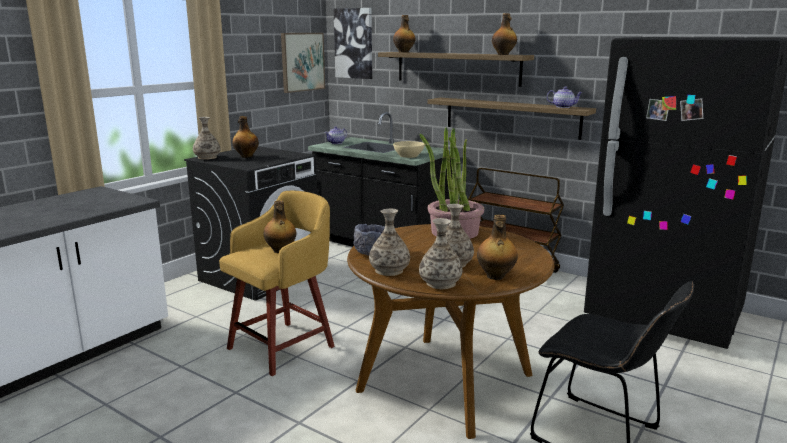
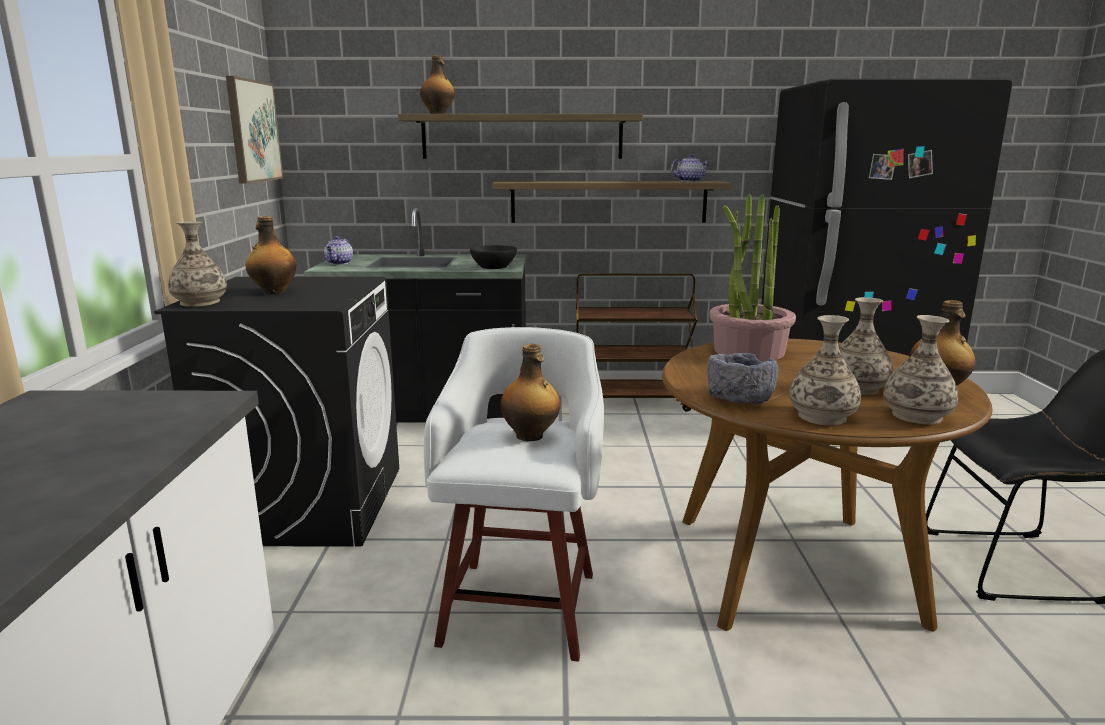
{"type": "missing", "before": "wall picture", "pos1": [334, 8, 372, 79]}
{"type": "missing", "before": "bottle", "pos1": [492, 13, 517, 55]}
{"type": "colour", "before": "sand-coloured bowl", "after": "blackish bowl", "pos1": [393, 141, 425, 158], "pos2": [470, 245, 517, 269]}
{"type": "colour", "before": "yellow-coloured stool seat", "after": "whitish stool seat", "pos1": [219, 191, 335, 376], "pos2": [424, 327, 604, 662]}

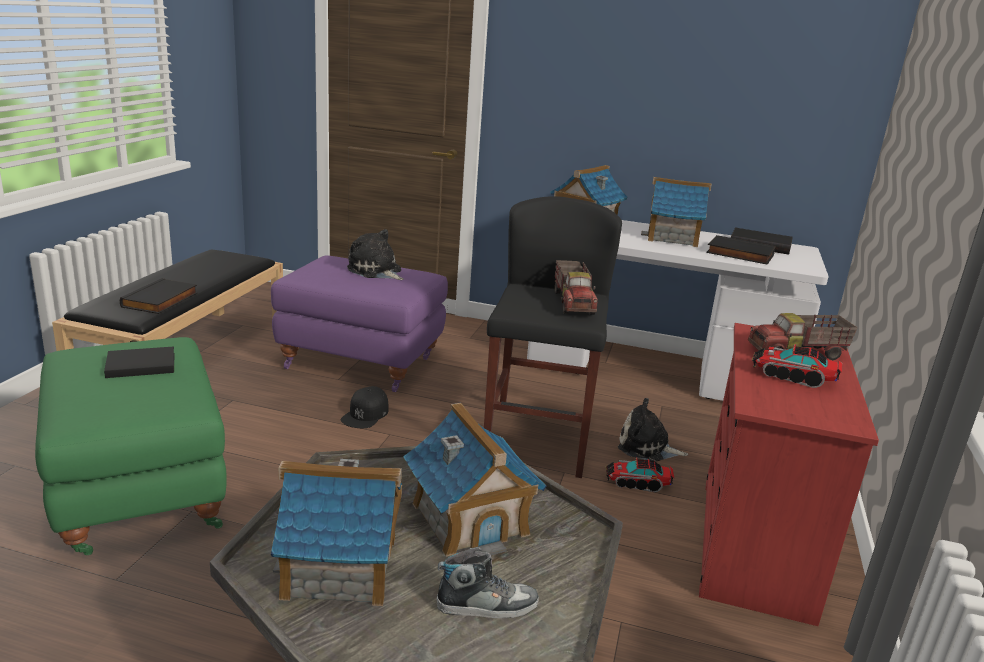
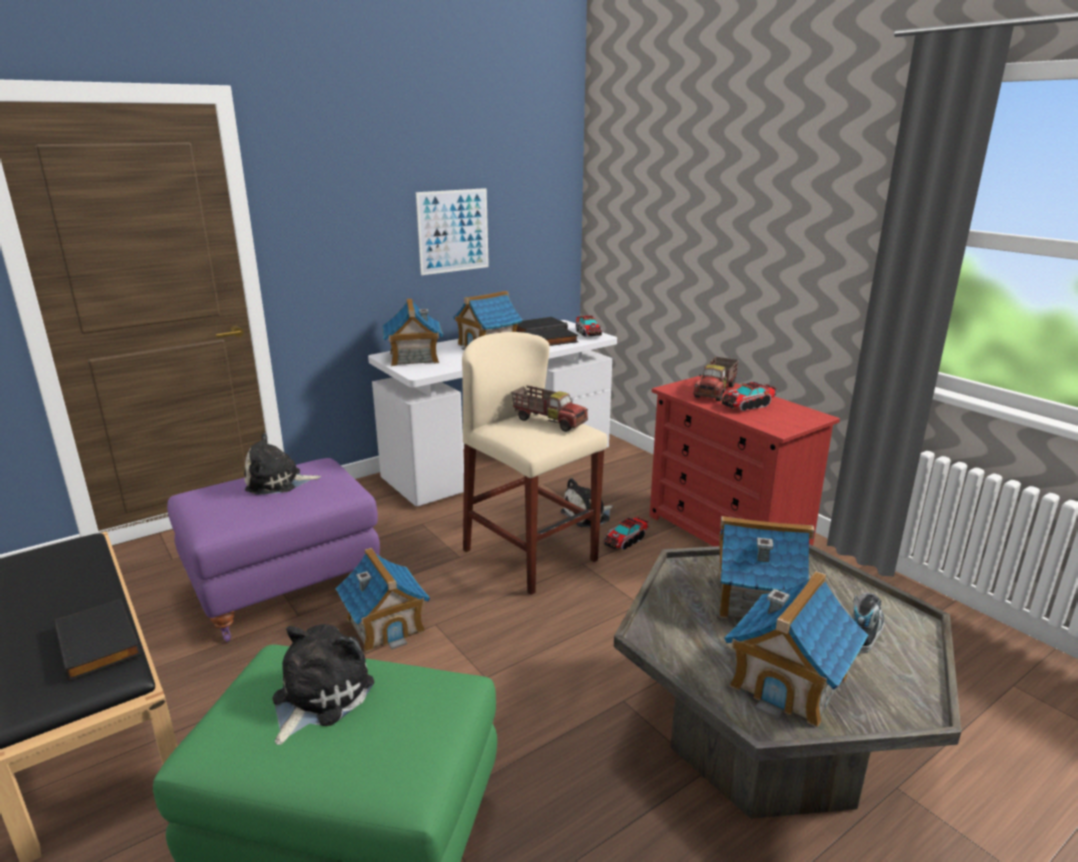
{"type": "colour", "before": "blackish stool seat", "after": "sand-coloured stool seat", "pos1": [484, 196, 622, 478], "pos2": [462, 332, 608, 595]}
{"type": "exchanged", "before": "blackish bound book", "after": "plush toy", "pos1": [104, 346, 174, 378], "pos2": [273, 624, 374, 745]}
{"type": "exchanged", "before": "blackish peaked cap", "after": "model house", "pos1": [341, 386, 388, 428], "pos2": [335, 548, 430, 652]}
{"type": "appeared", "after": "wall picture", "pos2": [416, 188, 489, 275]}
{"type": "appeared", "after": "toy truck", "pos2": [576, 315, 602, 337]}

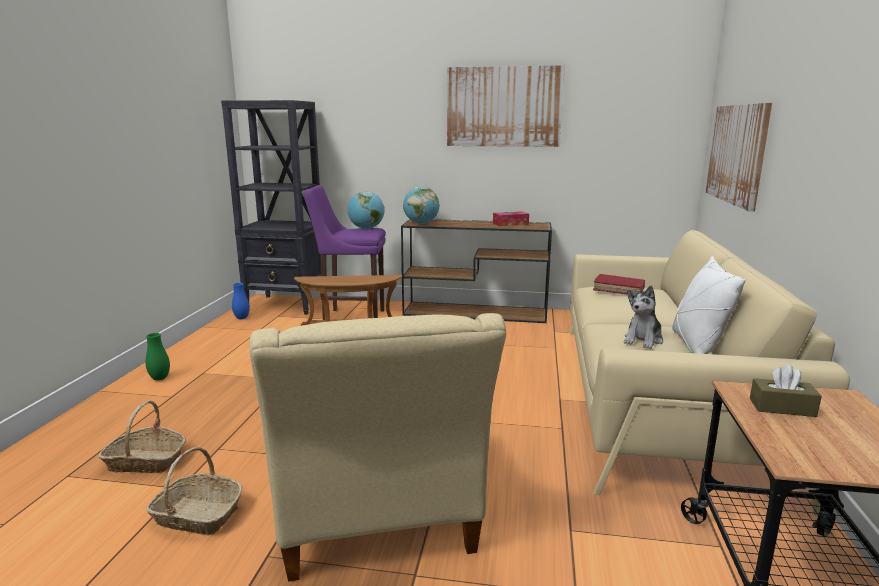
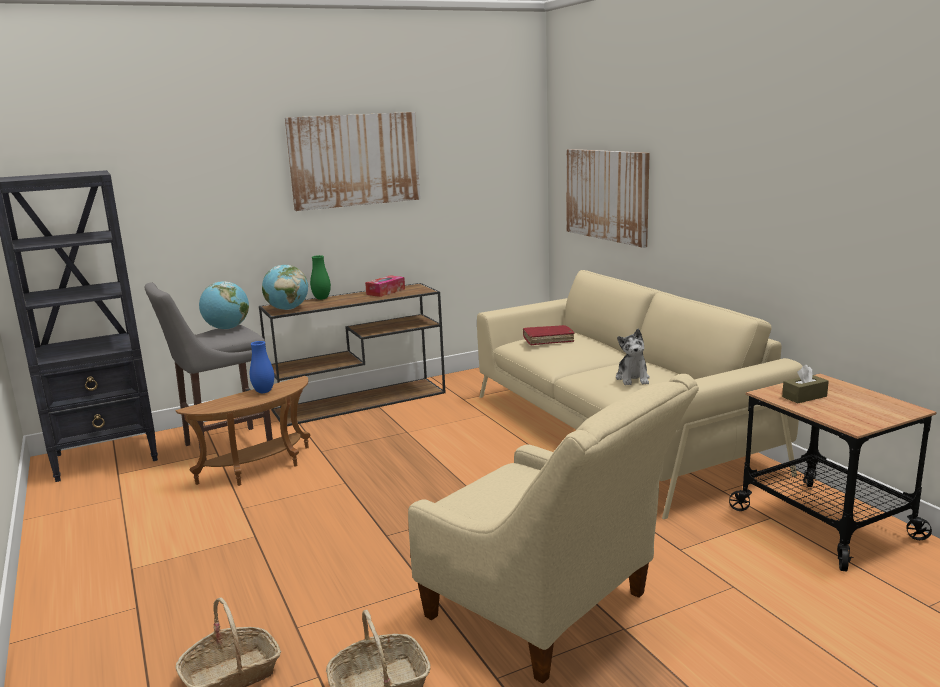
{"type": "colour", "before": "purplish stool seat", "after": "grey stool seat", "pos1": [303, 185, 386, 320], "pos2": [145, 283, 273, 467]}
{"type": "missing", "before": "whitish pillow", "pos1": [672, 256, 746, 354]}
{"type": "relocated", "before": "blue-coloured flower vase", "pos1": [232, 283, 250, 319], "pos2": [250, 341, 274, 393]}
{"type": "relocated", "before": "green flower vase", "pos1": [145, 333, 170, 380], "pos2": [310, 255, 331, 300]}

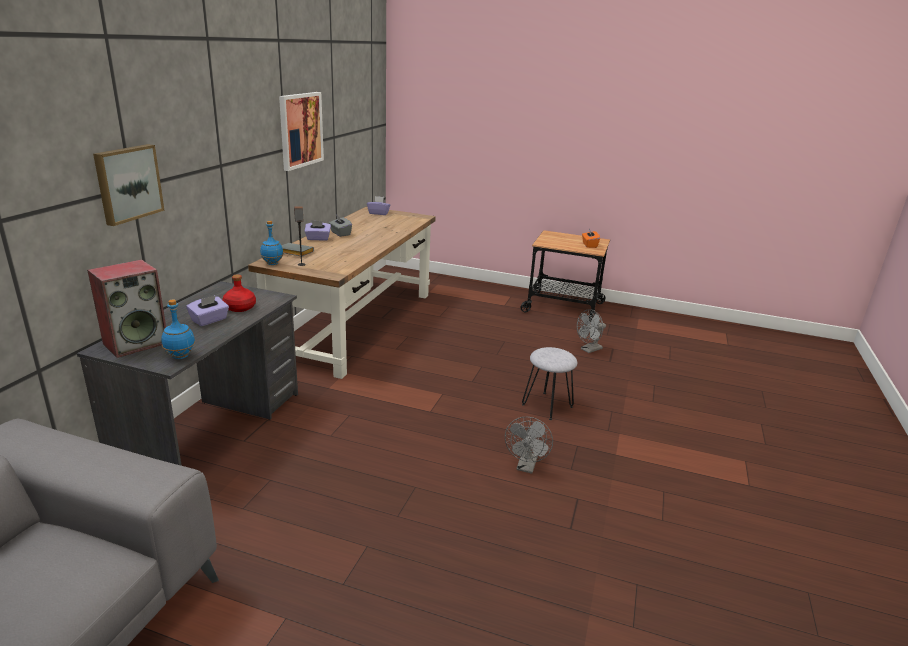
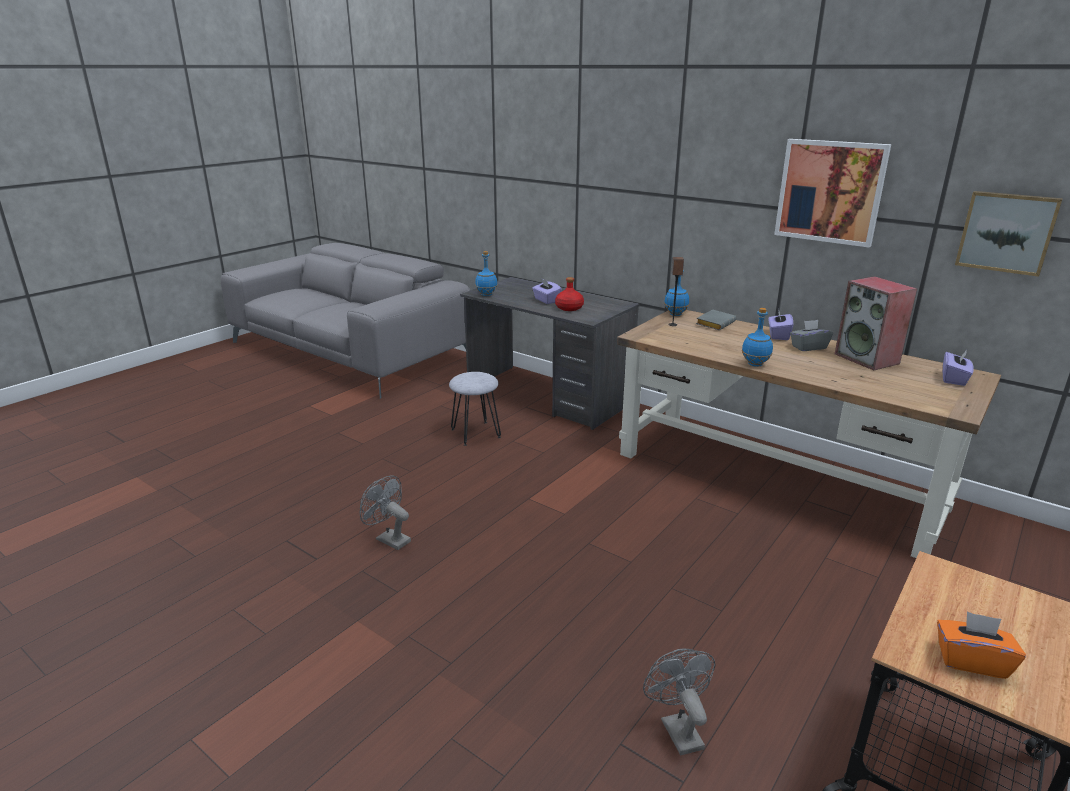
{"type": "relocated", "before": "wall picture", "pos1": [93, 144, 165, 226], "pos2": [955, 191, 1063, 277]}
{"type": "relocated", "before": "audio speaker", "pos1": [87, 259, 166, 358], "pos2": [835, 276, 917, 370]}
{"type": "relocated", "before": "grey stool seat", "pos1": [522, 347, 577, 420], "pos2": [449, 372, 501, 446]}
{"type": "appeared", "after": "blue-coloured bottle", "pos2": [742, 308, 773, 367]}

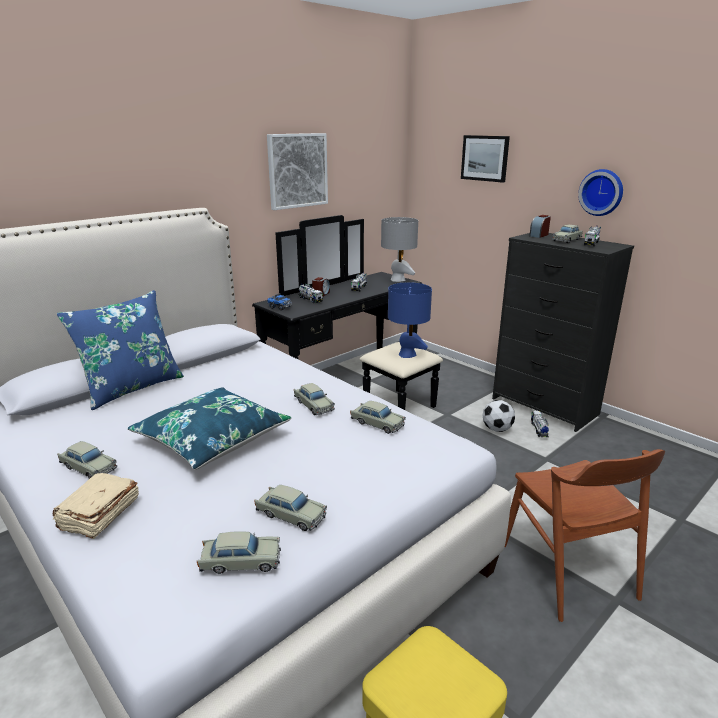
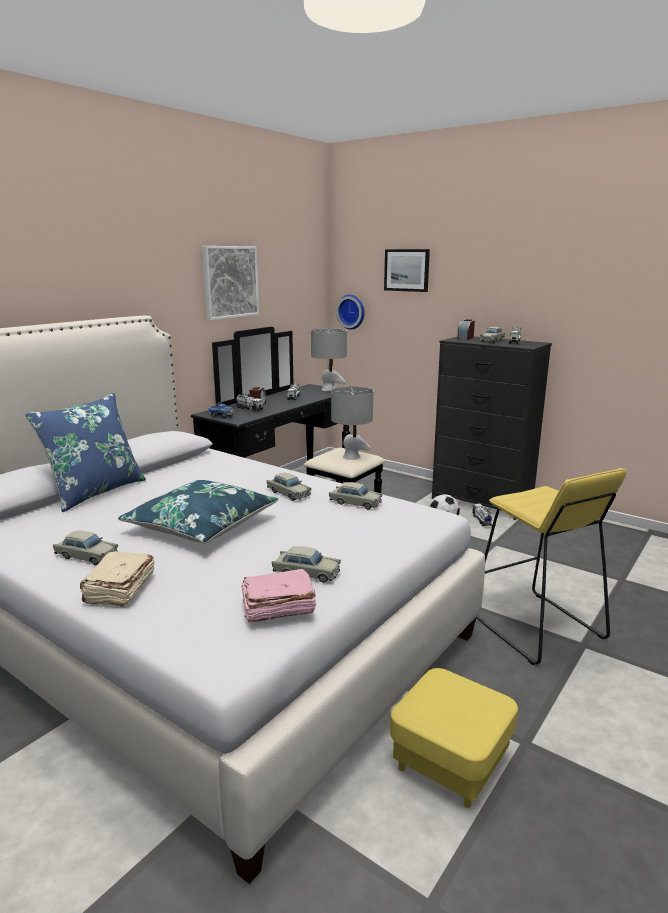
{"type": "relocated", "before": "clock on the wall", "pos1": [578, 169, 623, 216], "pos2": [336, 295, 365, 329]}
{"type": "colour", "before": "blue-coloured lamp for a table", "after": "grey lamp for a table", "pos1": [388, 282, 432, 358], "pos2": [331, 386, 373, 460]}
{"type": "exchanged", "before": "brown-coloured upright chair", "after": "yellow-coloured stool seat", "pos1": [505, 449, 665, 622], "pos2": [476, 468, 626, 665]}
{"type": "exchanged", "before": "sand-coloured toy car", "after": "pink-coloured bound book", "pos1": [197, 531, 281, 574], "pos2": [241, 569, 316, 623]}

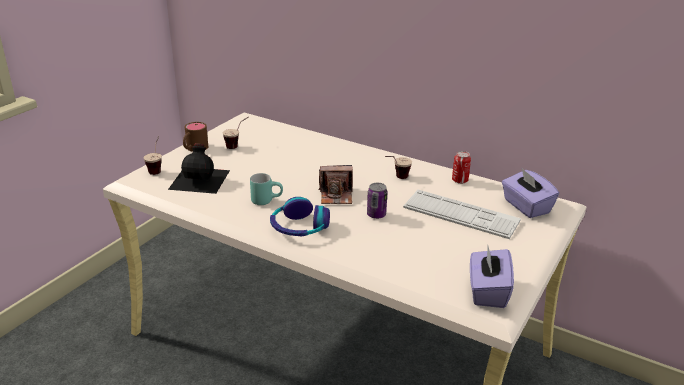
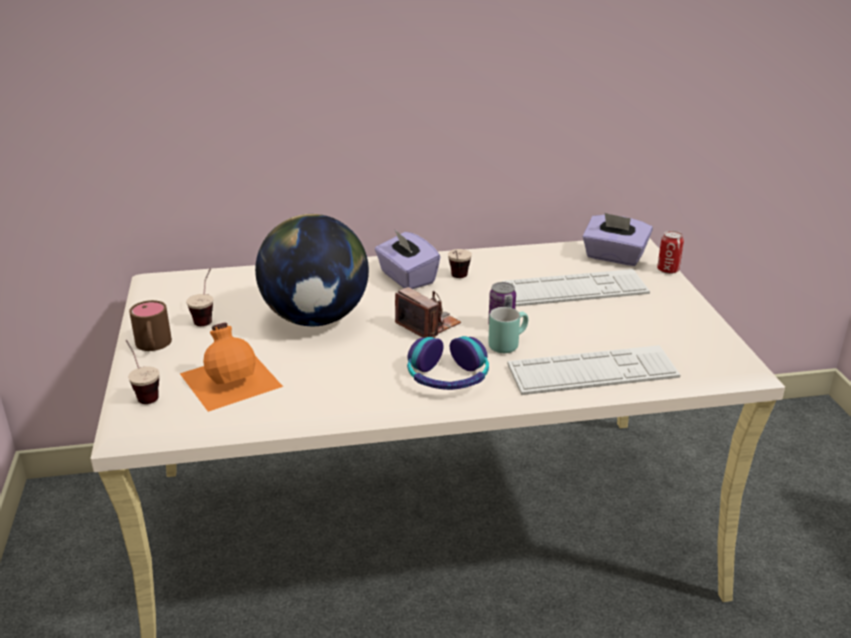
{"type": "colour", "before": "blackish bottle", "after": "orangey bottle", "pos1": [168, 143, 230, 194], "pos2": [180, 322, 283, 412]}
{"type": "relocated", "before": "can", "pos1": [452, 151, 471, 184], "pos2": [657, 231, 684, 274]}
{"type": "spun", "before": "still camera", "pos1": [319, 165, 353, 204], "pos2": [395, 287, 461, 338], "turn": -90}
{"type": "relocated", "before": "blue-green coffee mug", "pos1": [250, 173, 283, 205], "pos2": [488, 307, 528, 353]}
{"type": "relocated", "before": "purplish box of tissues", "pos1": [470, 247, 514, 308], "pos2": [375, 230, 440, 289]}
{"type": "appeared", "after": "globe", "pos2": [255, 214, 369, 326]}
{"type": "appeared", "after": "keyboard", "pos2": [507, 345, 680, 395]}

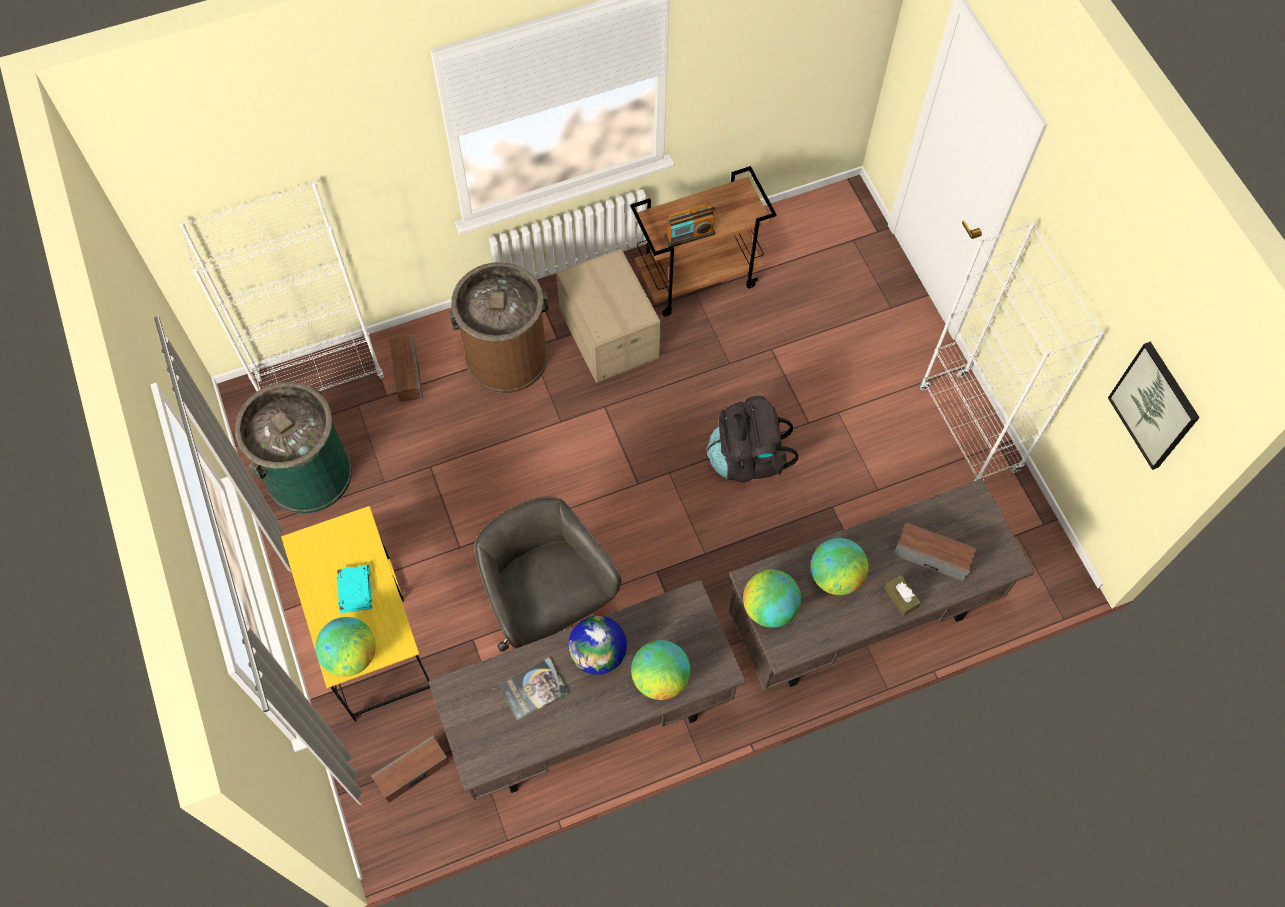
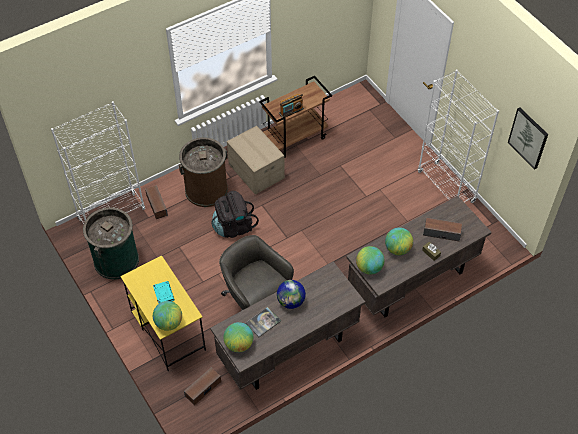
{"type": "relocated", "before": "blackish backpack", "pos1": [707, 396, 798, 482], "pos2": [212, 191, 259, 238]}
{"type": "relocated", "before": "globe", "pos1": [631, 640, 690, 700], "pos2": [224, 322, 253, 352]}

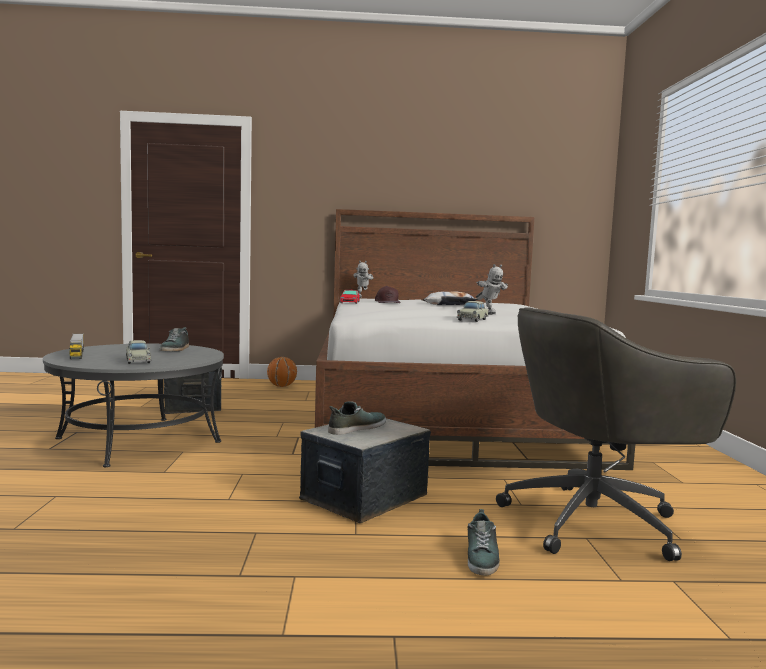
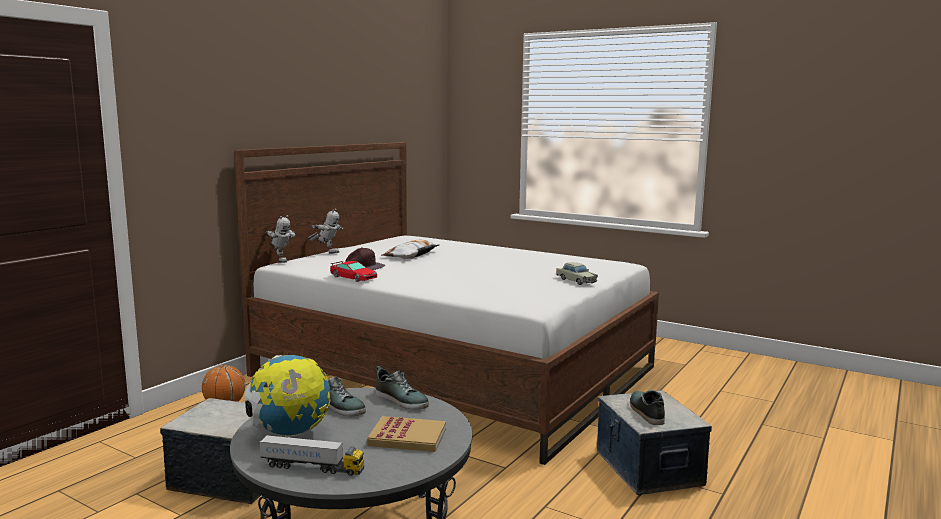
{"type": "relocated", "before": "robot figure", "pos1": [476, 264, 508, 315], "pos2": [308, 209, 343, 254]}
{"type": "missing", "before": "grey office chair", "pos1": [496, 307, 736, 561]}
{"type": "exchanged", "before": "sand-coloured toy car", "after": "bound book", "pos1": [126, 340, 151, 364], "pos2": [367, 416, 446, 452]}
{"type": "relocated", "before": "shoe", "pos1": [467, 509, 500, 575], "pos2": [375, 366, 429, 410]}
{"type": "appeared", "after": "globe", "pos2": [245, 355, 331, 437]}

